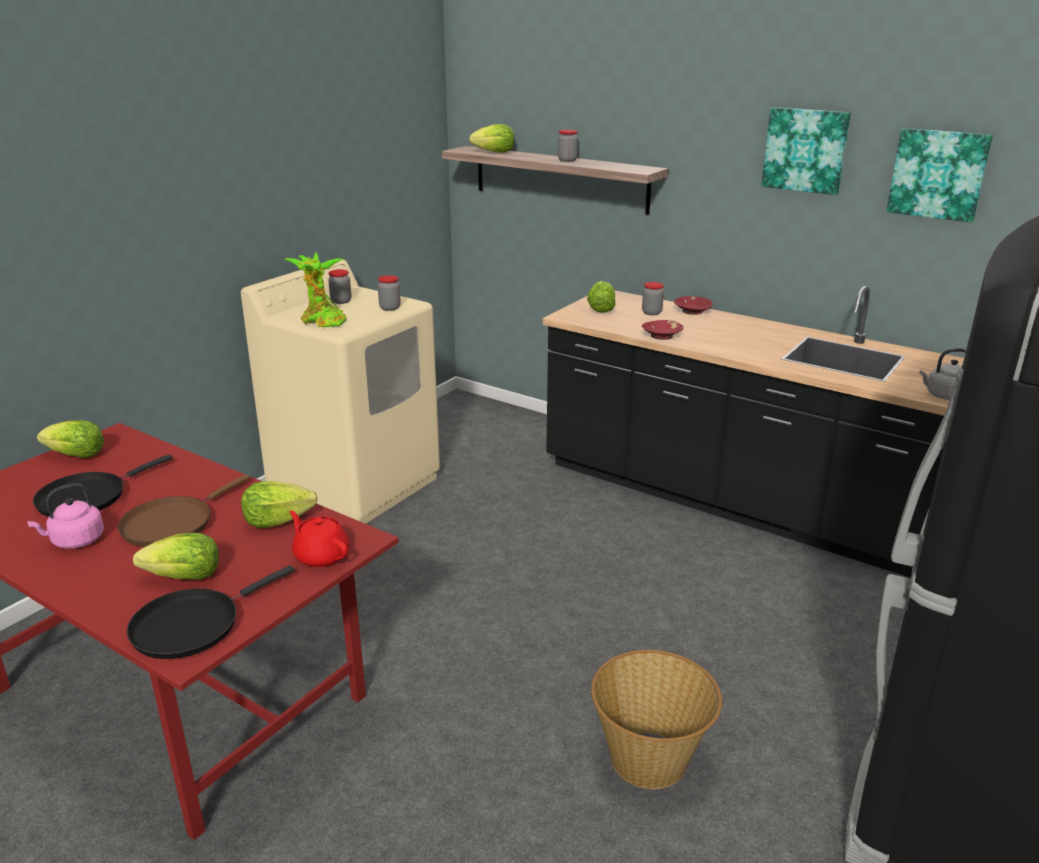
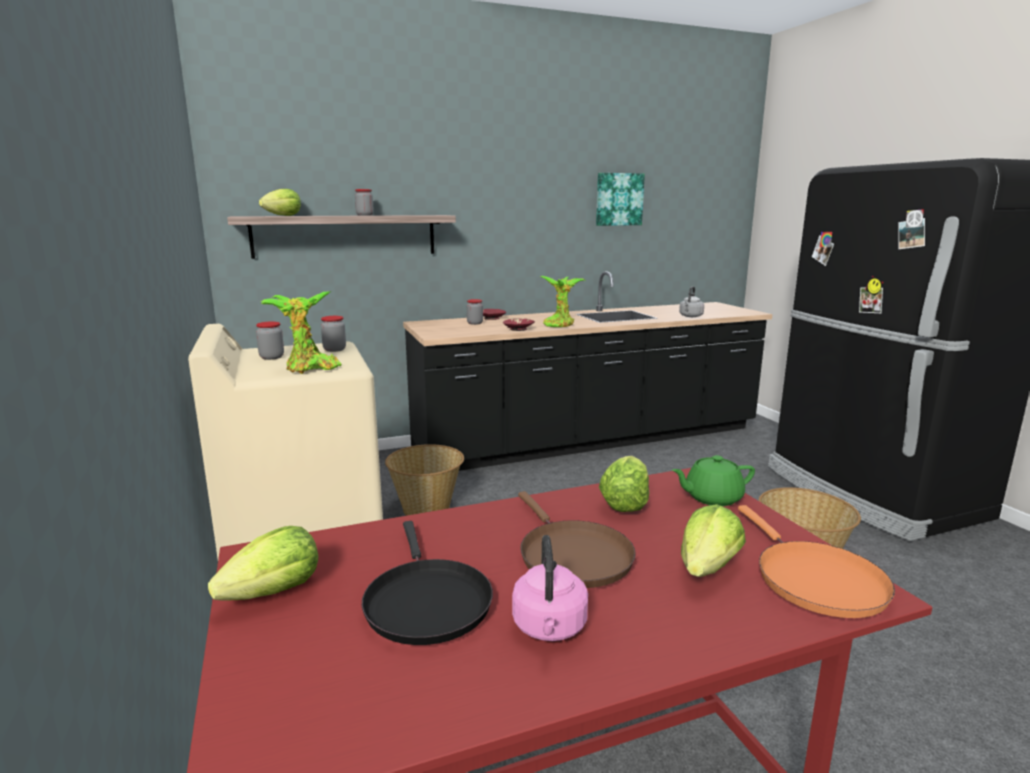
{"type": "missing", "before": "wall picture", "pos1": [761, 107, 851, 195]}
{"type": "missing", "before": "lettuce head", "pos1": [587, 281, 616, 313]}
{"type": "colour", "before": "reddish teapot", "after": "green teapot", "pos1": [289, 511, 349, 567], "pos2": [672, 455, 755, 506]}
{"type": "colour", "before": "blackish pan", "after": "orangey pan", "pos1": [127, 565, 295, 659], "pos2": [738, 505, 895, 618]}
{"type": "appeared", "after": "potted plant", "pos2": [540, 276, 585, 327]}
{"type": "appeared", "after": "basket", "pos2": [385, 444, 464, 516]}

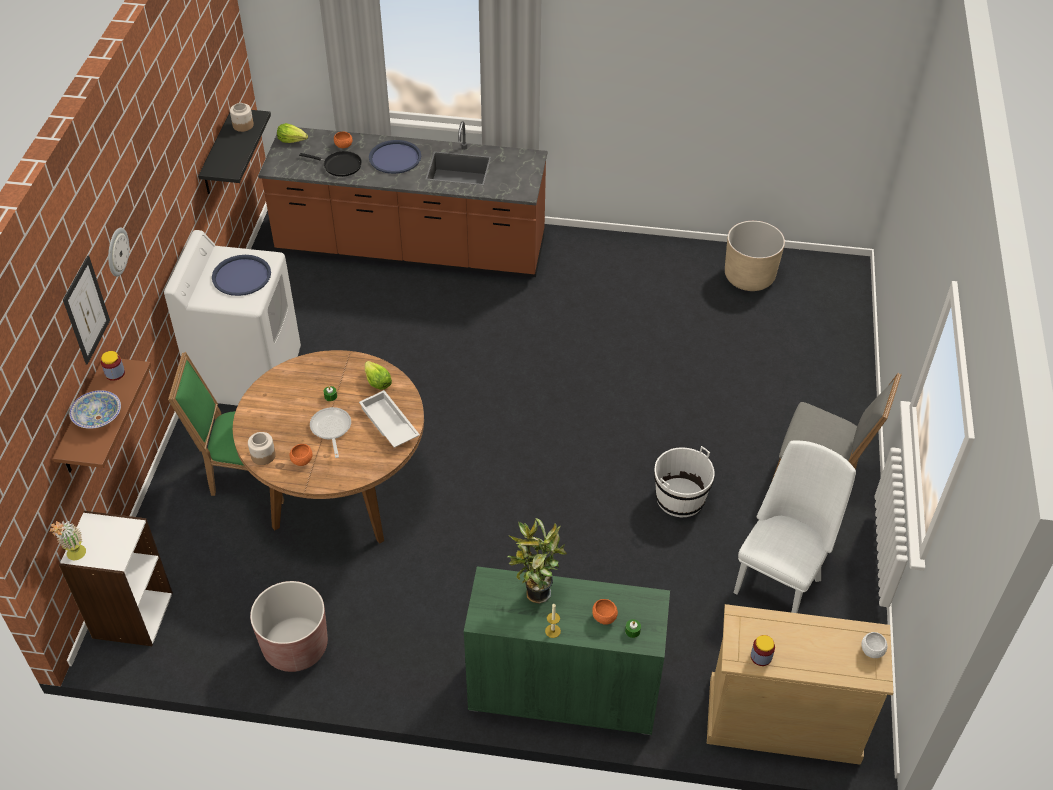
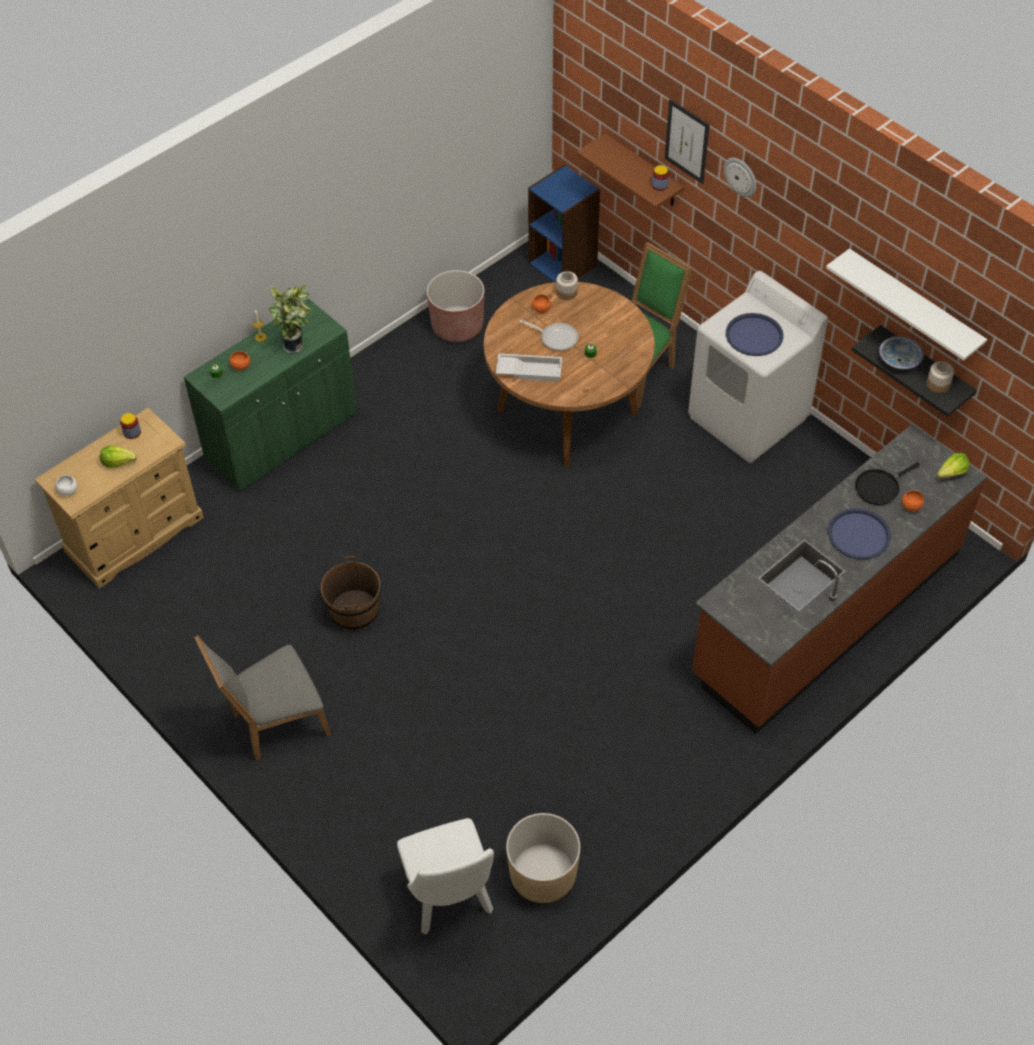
{"type": "relocated", "before": "lettuce head", "pos1": [365, 361, 392, 390], "pos2": [100, 445, 137, 468]}
{"type": "relocated", "before": "bowl", "pos1": [69, 390, 121, 429], "pos2": [879, 336, 924, 369]}
{"type": "relocated", "before": "whitish upright chair", "pos1": [734, 441, 856, 613], "pos2": [397, 818, 494, 935]}
{"type": "colour", "before": "whitish pail", "after": "brown-coloured pail", "pos1": [654, 446, 715, 517], "pos2": [321, 556, 381, 631]}
{"type": "colour", "before": "whitish shelving unit", "after": "blue-coloured shelving unit", "pos1": [59, 511, 173, 646], "pos2": [528, 164, 600, 282]}
{"type": "missing", "before": "potted plant", "pos1": [50, 521, 86, 560]}
{"type": "appeared", "after": "whitish bracket shelf", "pos2": [826, 249, 987, 361]}

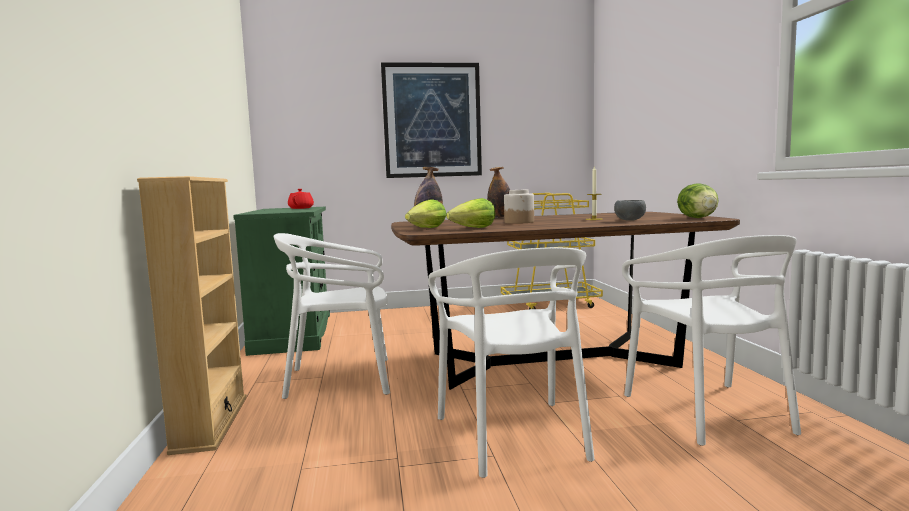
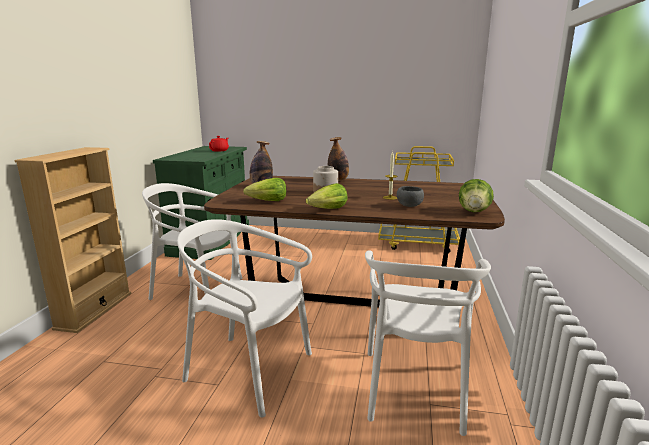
{"type": "missing", "before": "wall picture", "pos1": [381, 62, 482, 178]}
{"type": "relocated", "before": "lettuce head", "pos1": [405, 199, 446, 228], "pos2": [306, 183, 348, 209]}
{"type": "spun", "before": "whitish upright chair", "pos1": [428, 247, 595, 478], "pos2": [177, 219, 312, 417], "turn": 105}

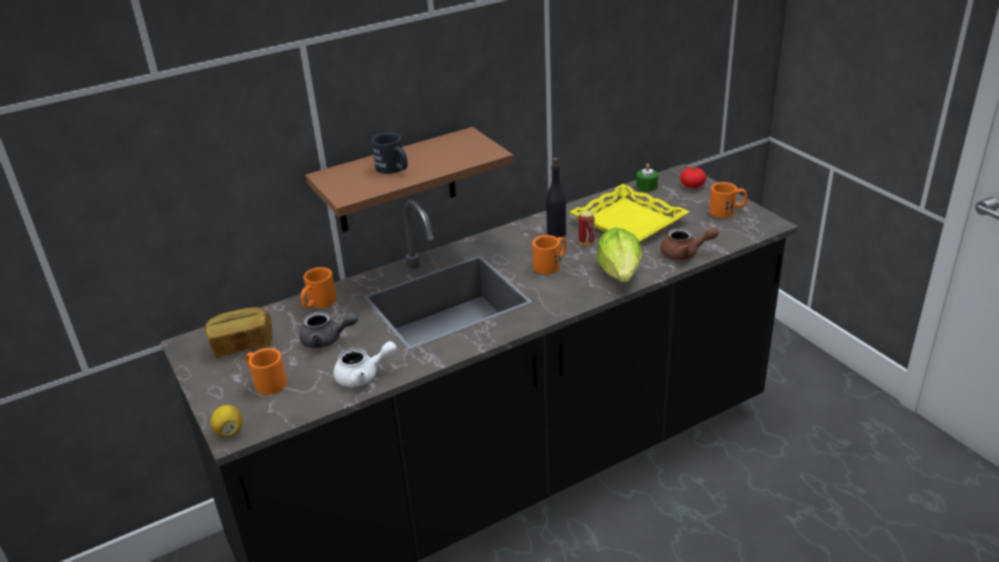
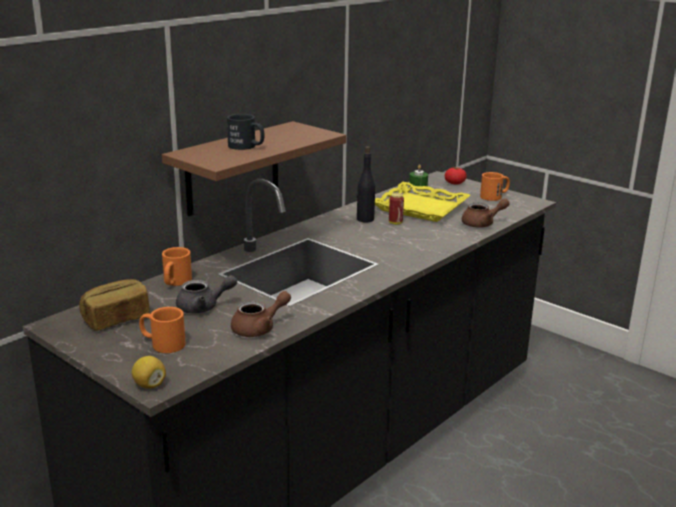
{"type": "missing", "before": "lettuce head", "pos1": [597, 227, 642, 282]}
{"type": "missing", "before": "orangey coffee mug", "pos1": [532, 235, 566, 274]}
{"type": "colour", "before": "whitish teapot", "after": "brown-coloured teapot", "pos1": [334, 341, 397, 387], "pos2": [231, 291, 291, 337]}

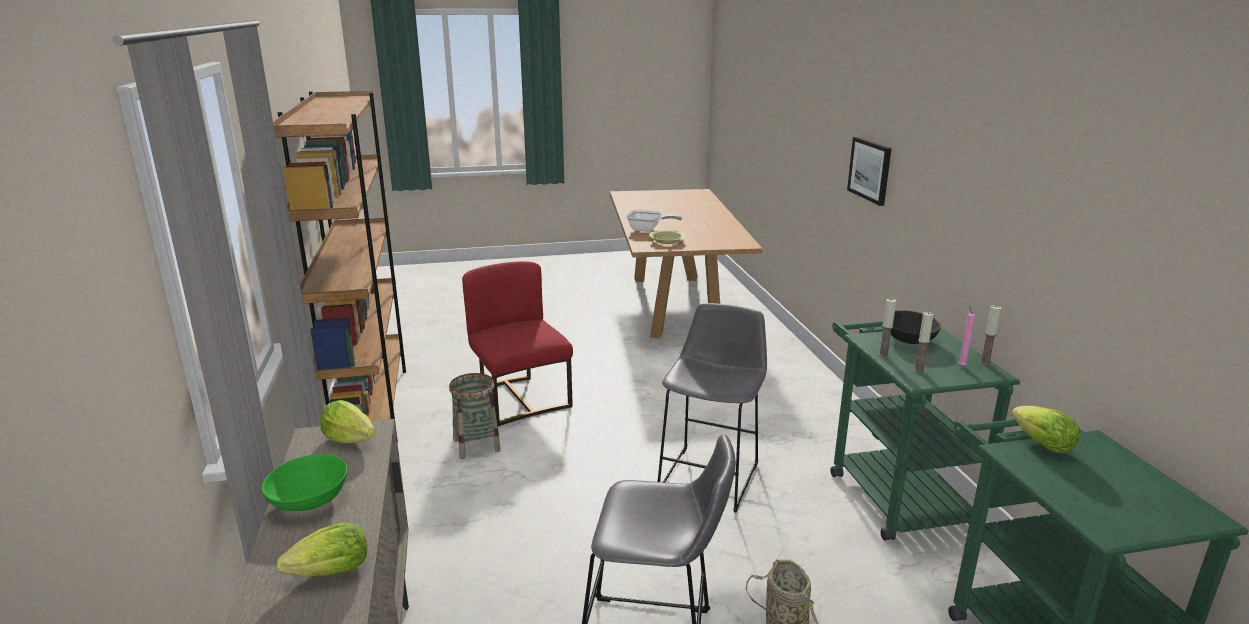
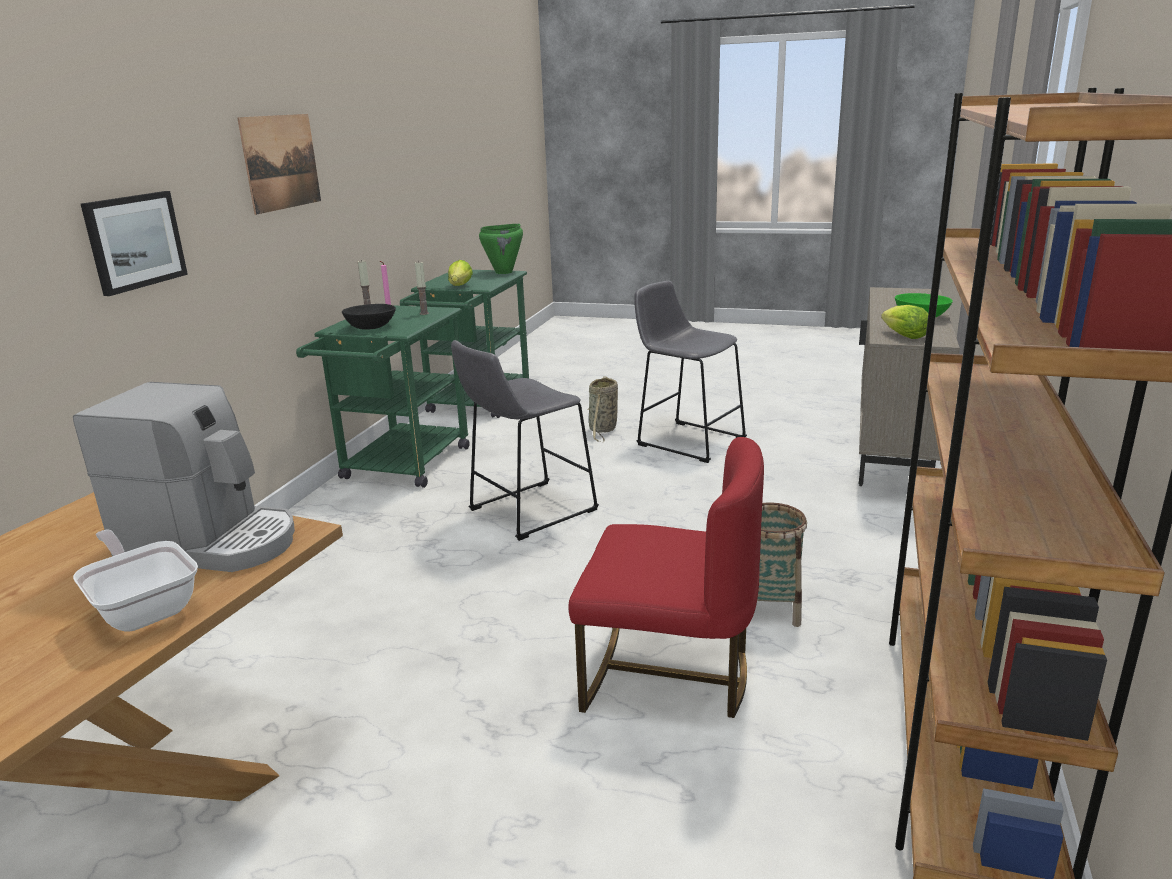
{"type": "exchanged", "before": "yellow-coloured bowl", "after": "coffee brewer", "pos1": [649, 230, 686, 244], "pos2": [73, 382, 295, 572]}
{"type": "spun", "before": "reddish upright chair", "pos1": [462, 261, 573, 426], "pos2": [569, 437, 764, 718], "turn": -75}
{"type": "missing", "before": "candle", "pos1": [878, 298, 896, 357]}
{"type": "missing", "before": "lettuce head", "pos1": [276, 522, 367, 577]}
{"type": "appeared", "after": "wall picture", "pos2": [237, 114, 321, 215]}
{"type": "appeared", "after": "green cooking pot", "pos2": [479, 224, 523, 274]}

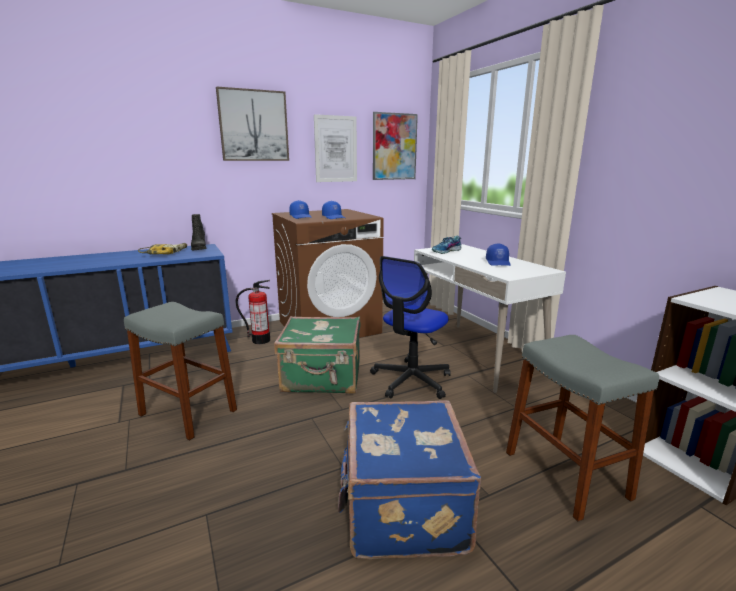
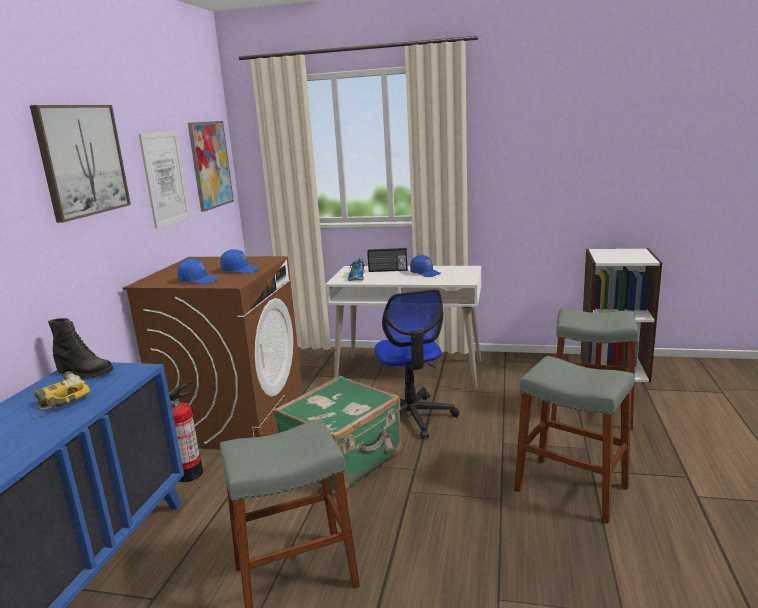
{"type": "exchanged", "before": "blue-coloured suitcase", "after": "grey stool seat", "pos1": [338, 400, 482, 559], "pos2": [514, 356, 634, 524]}
{"type": "appeared", "after": "radio", "pos2": [367, 248, 407, 272]}

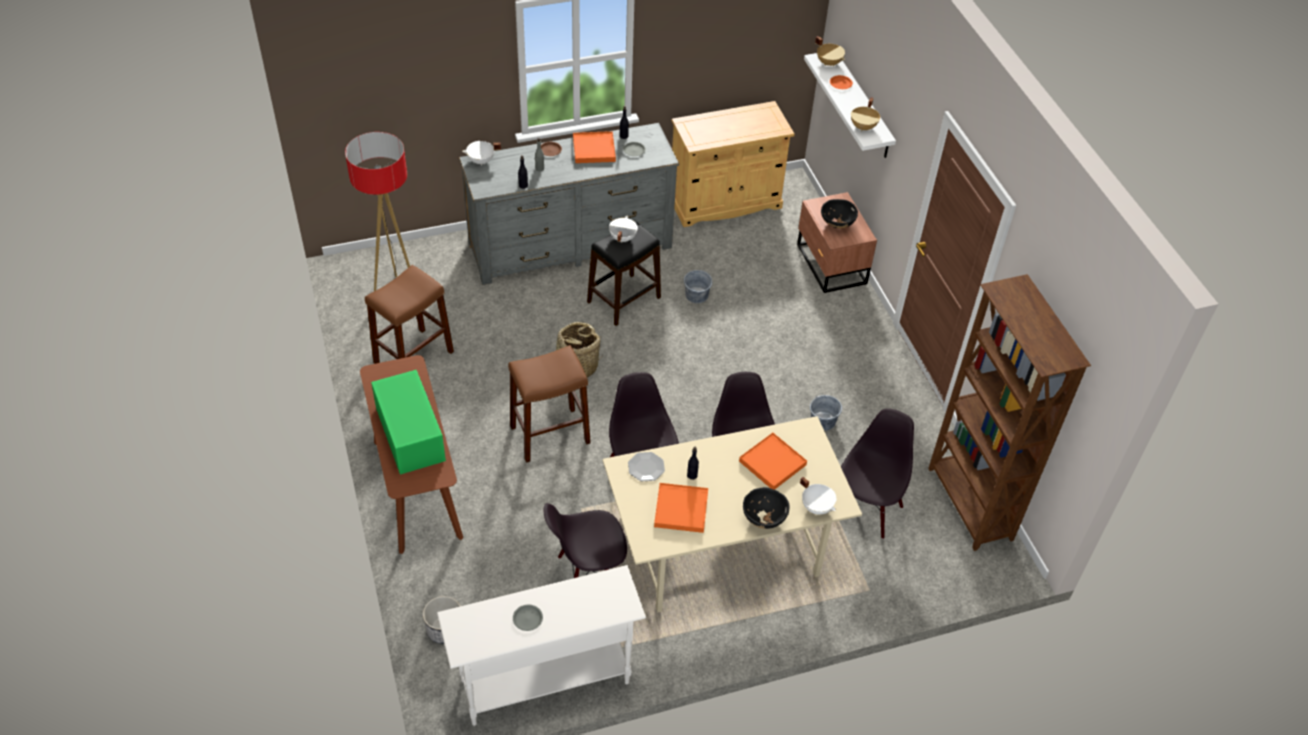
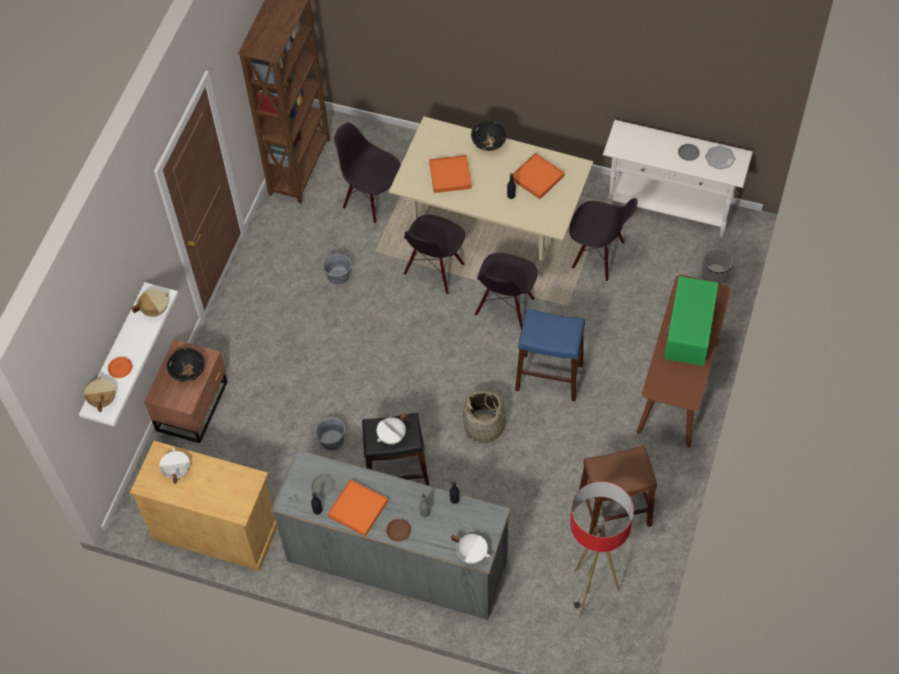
{"type": "colour", "before": "brown-coloured stool seat", "after": "blue-coloured stool seat", "pos1": [508, 345, 591, 463], "pos2": [515, 308, 585, 401]}
{"type": "spun", "before": "blackish upright chair", "pos1": [841, 408, 914, 539], "pos2": [334, 122, 400, 224], "turn": 60}
{"type": "relocated", "before": "plate", "pos1": [628, 452, 665, 481], "pos2": [705, 145, 735, 169]}
{"type": "relocated", "before": "whitish cooking pot", "pos1": [800, 477, 837, 515], "pos2": [159, 448, 190, 484]}

